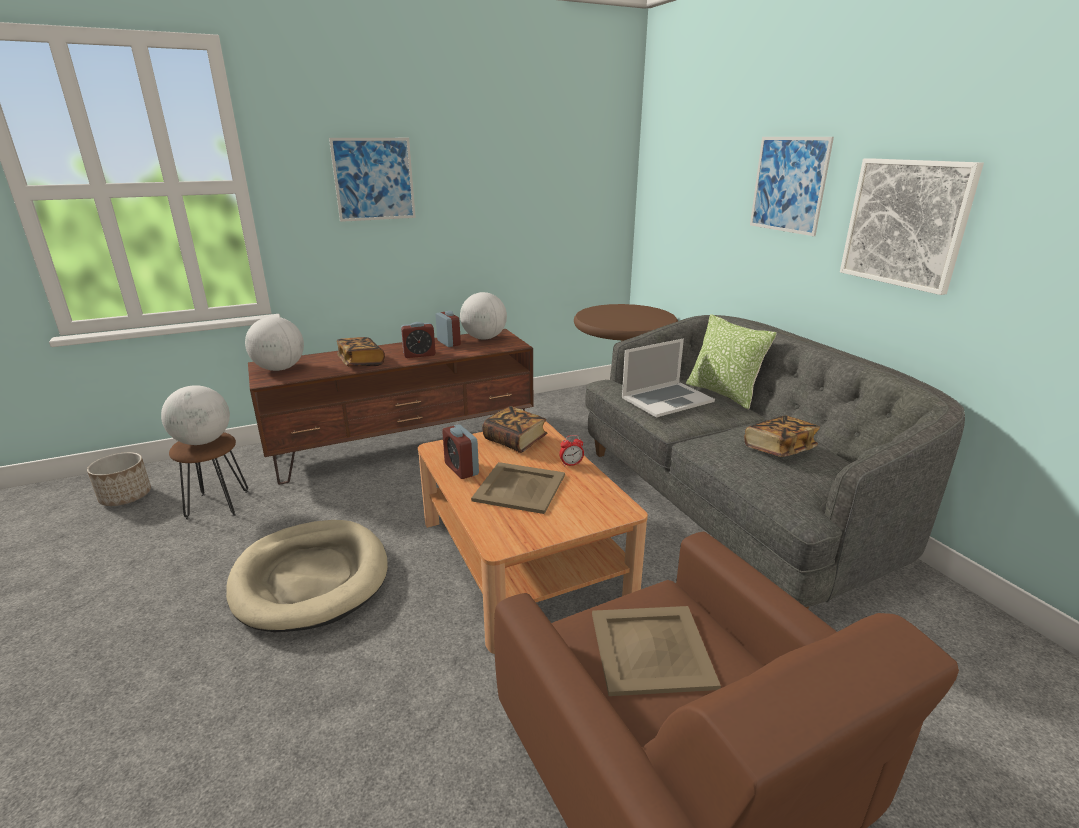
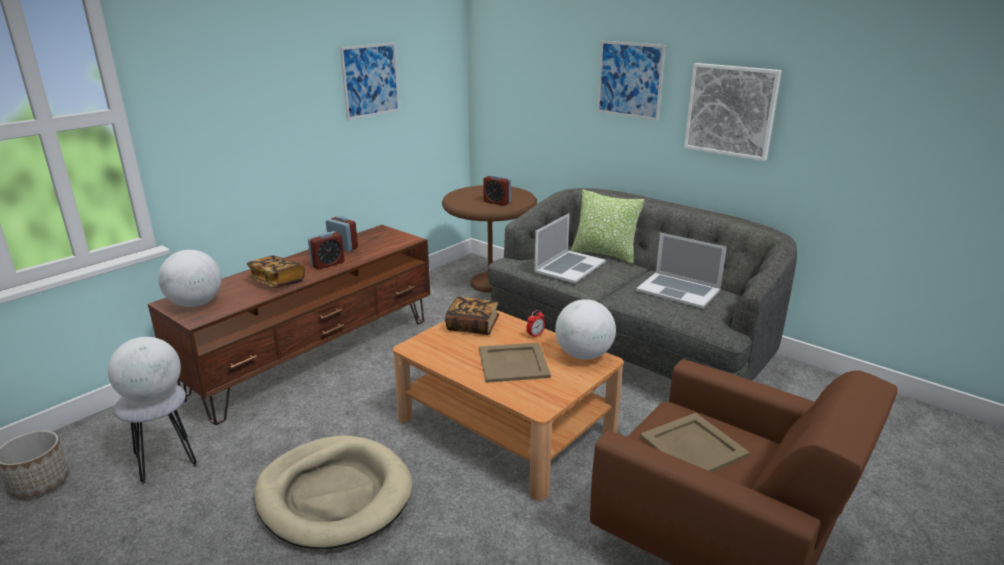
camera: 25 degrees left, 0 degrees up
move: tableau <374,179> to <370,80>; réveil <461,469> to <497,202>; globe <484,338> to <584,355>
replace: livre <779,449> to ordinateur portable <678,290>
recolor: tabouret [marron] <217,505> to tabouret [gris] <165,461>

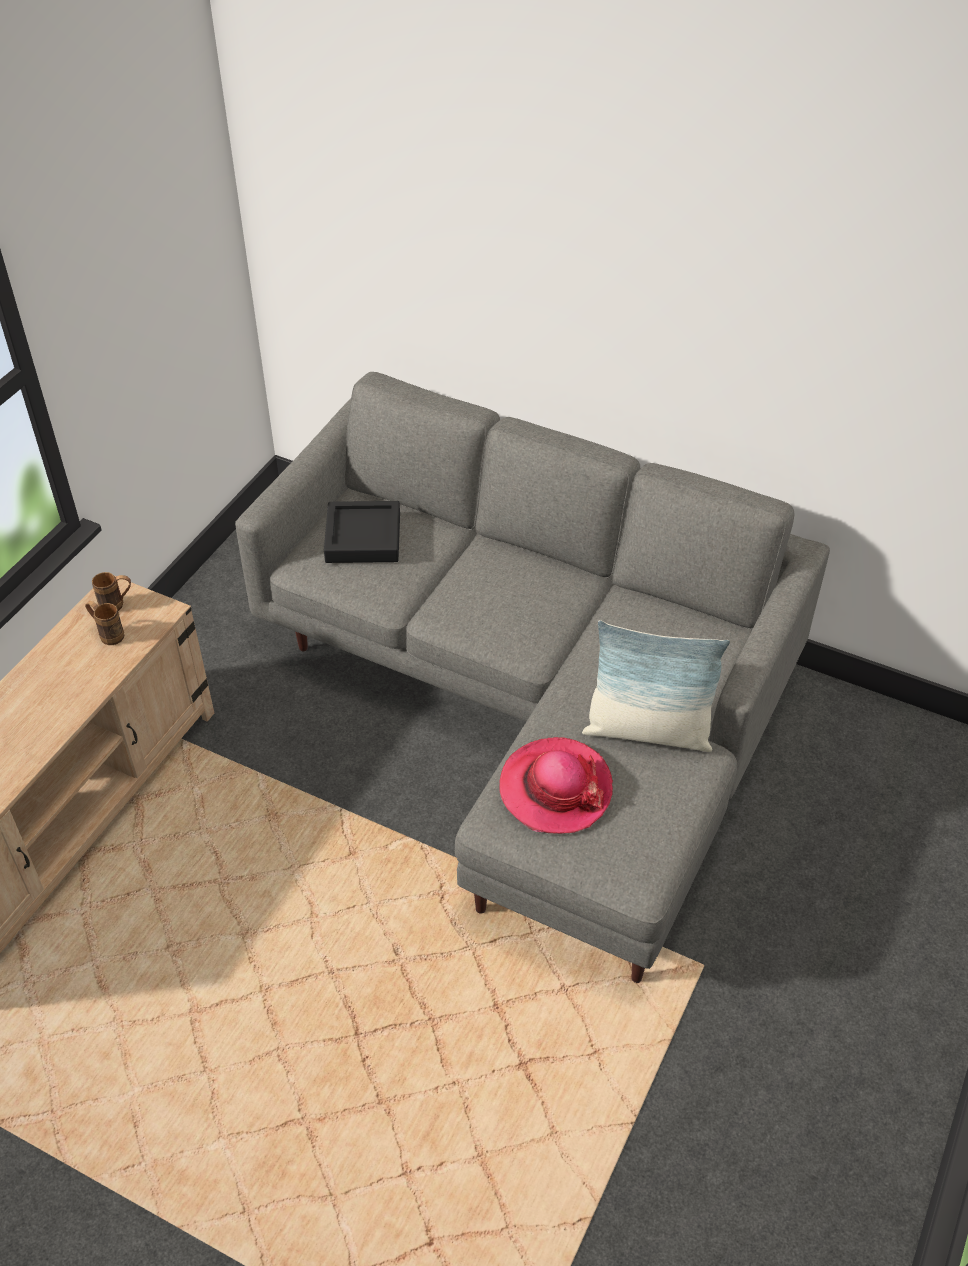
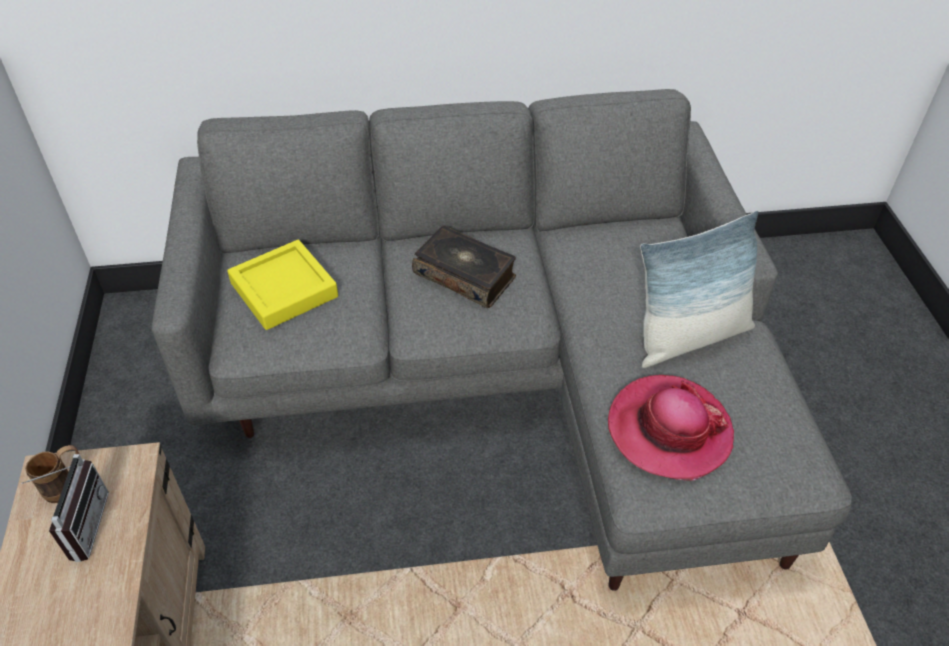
camera: 35 degrees left, 0 degrees up
insert: livre <465,275>
replace: mug [marron] <107,634> to radio <80,525>
recolor: plateau [noir] <363,538> to plateau [jaune] <284,290>

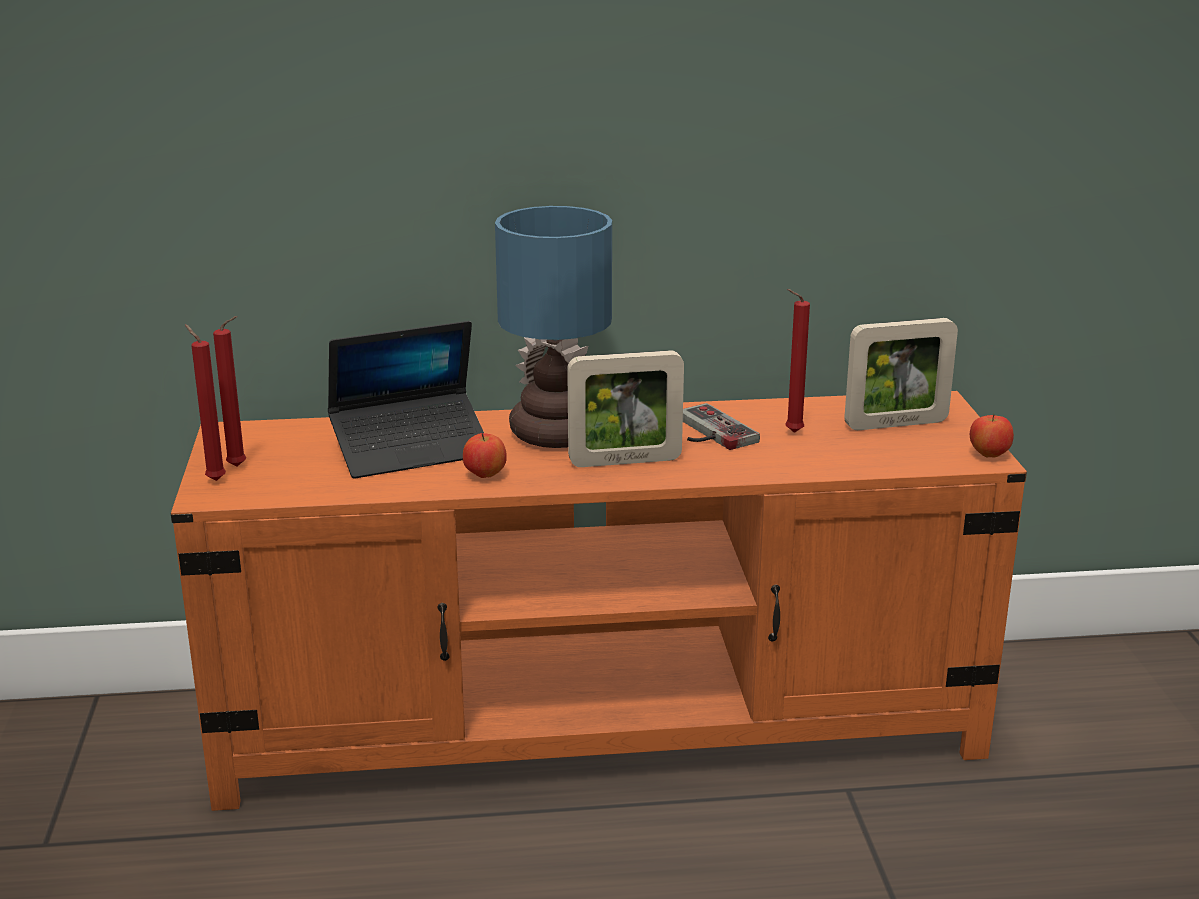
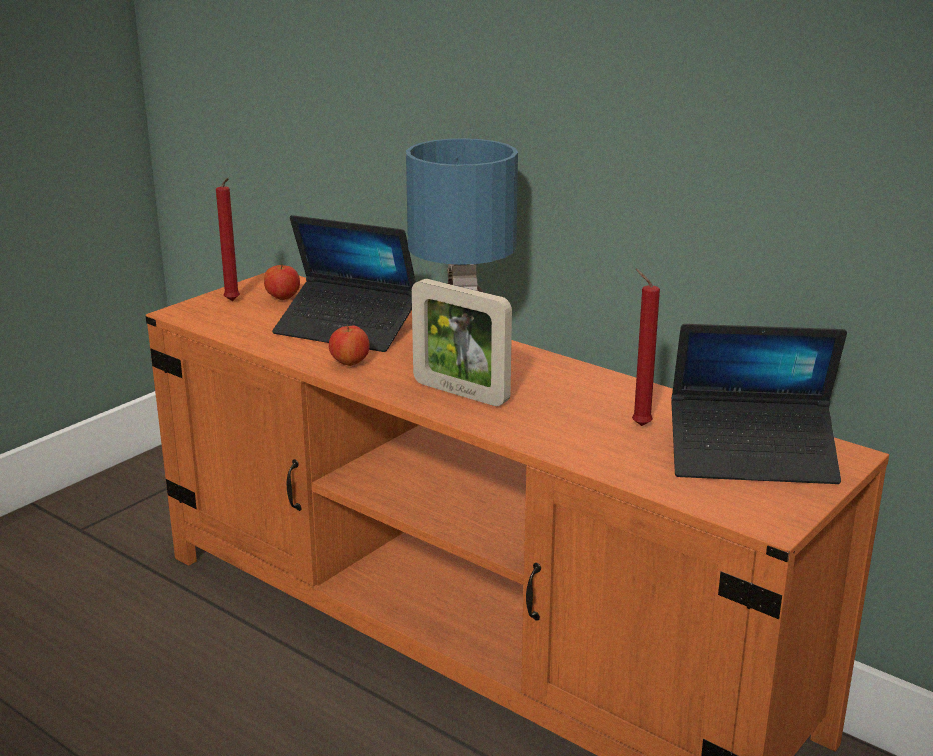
camera: 45 degrees right, 0 degrees up
delete: bougie [rouge] <214,480>; manette <708,432>
move: pomme <988,455> to <283,298>
replace: cadre photo <896,424> to ordinateur portable <752,456>

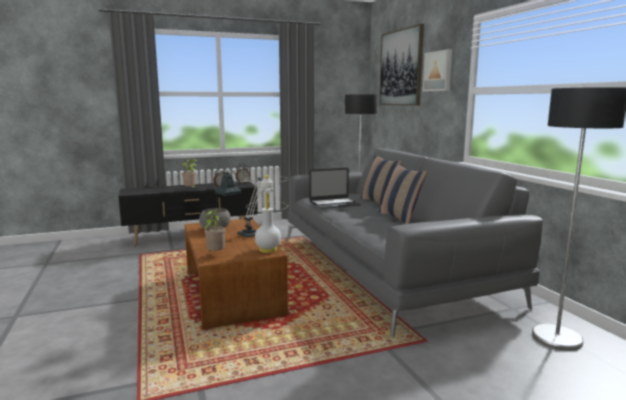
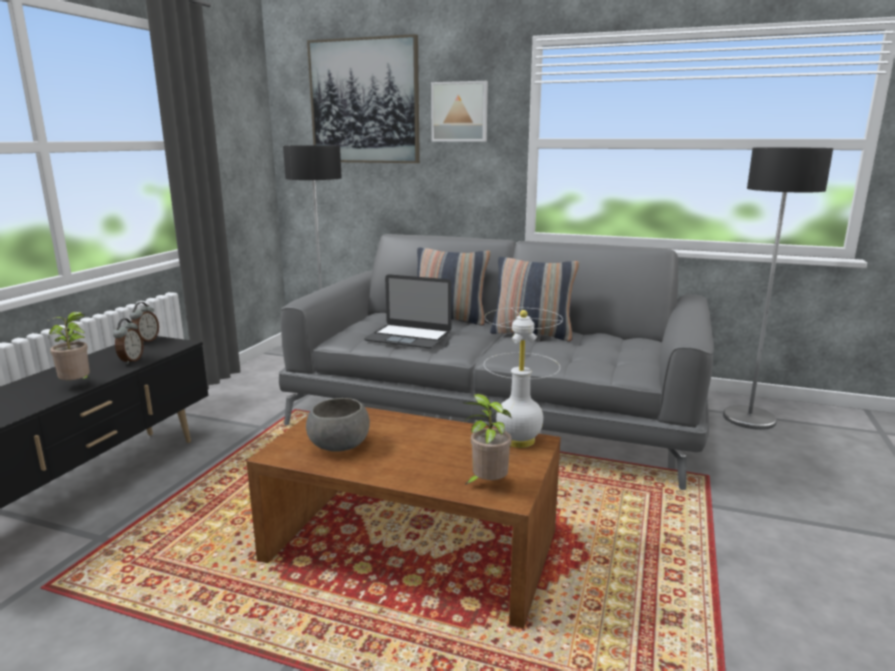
camera: 50 degrees left, 5 degrees up
delete: lampe de table <244,236>
rotate: ordinateur portable <334,203> = <408,336> 90 degrees clockwise

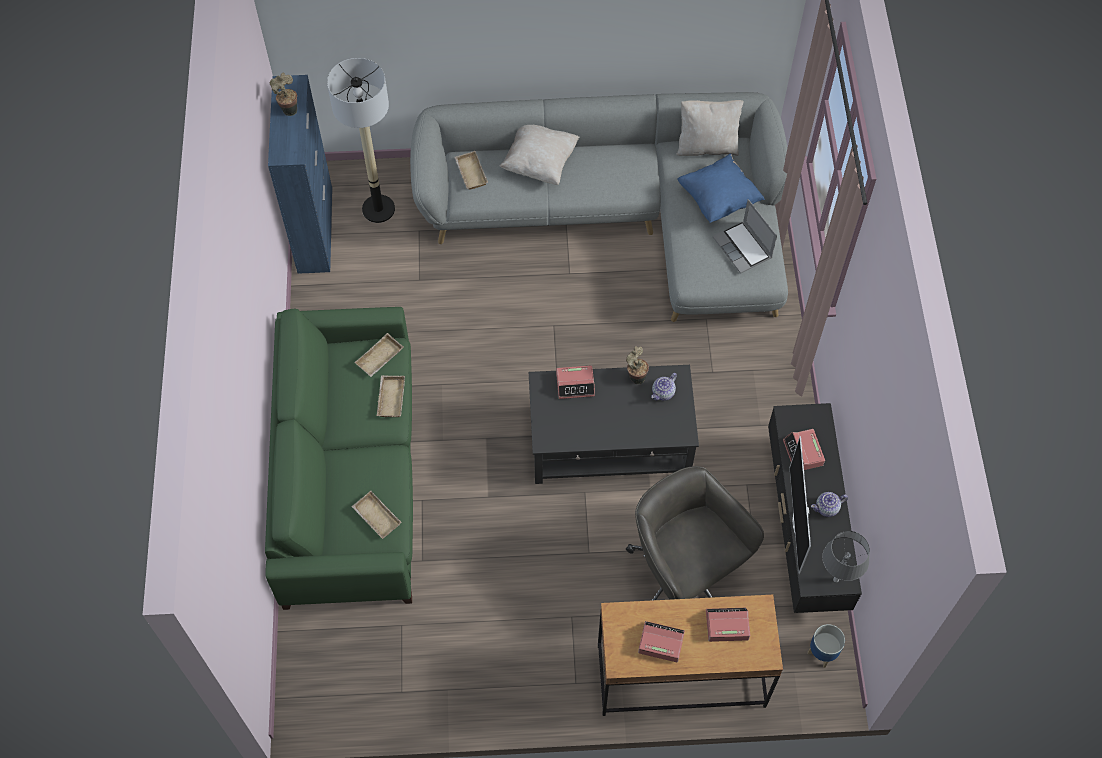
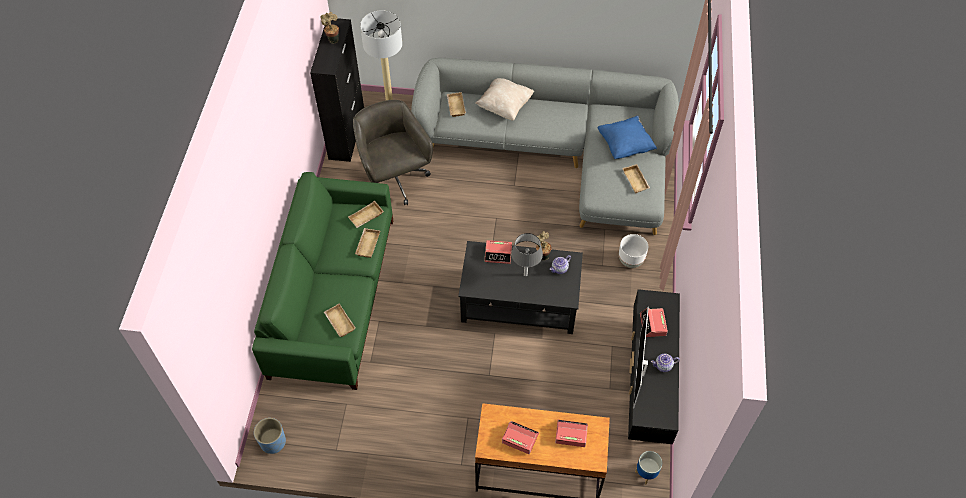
camera: 10 degrees right, 5 degrees down
delete: coussin [beige] <707,146>
insert: cache-pot [bleu] <273,442>; cache-pot [blanc] <630,260>
move: chaise de bureau [gris] <684,571> to <394,181>; lampe de table [gris] <835,579> to <525,274>
replace: ordinateur portable <743,248> to plateau [beige] <636,180>
recolor: meuble de rangement [bleu] <315,229> to meuble de rangement [noir] <346,133>

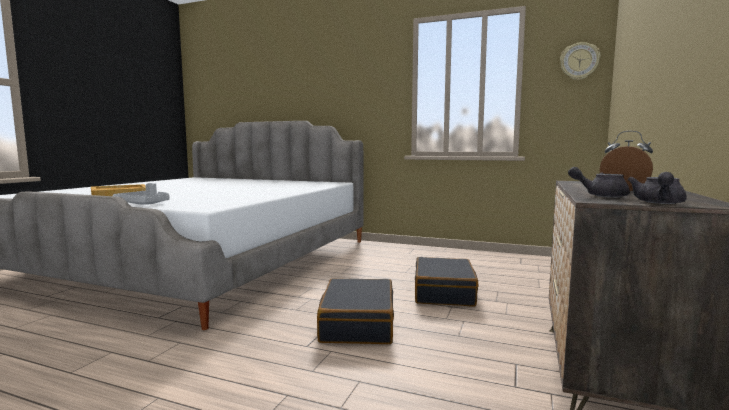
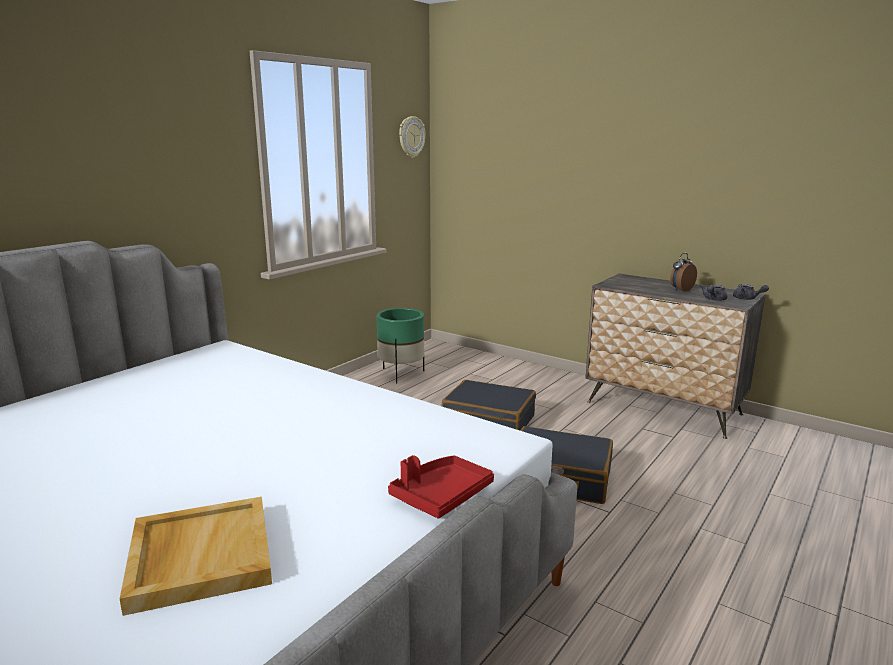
camera: 75 degrees left, 10 degrees up
insert: cache-pot [vert] <401,374>
recolor: plateau [gris] <144,204> to plateau [rouge] <441,495>

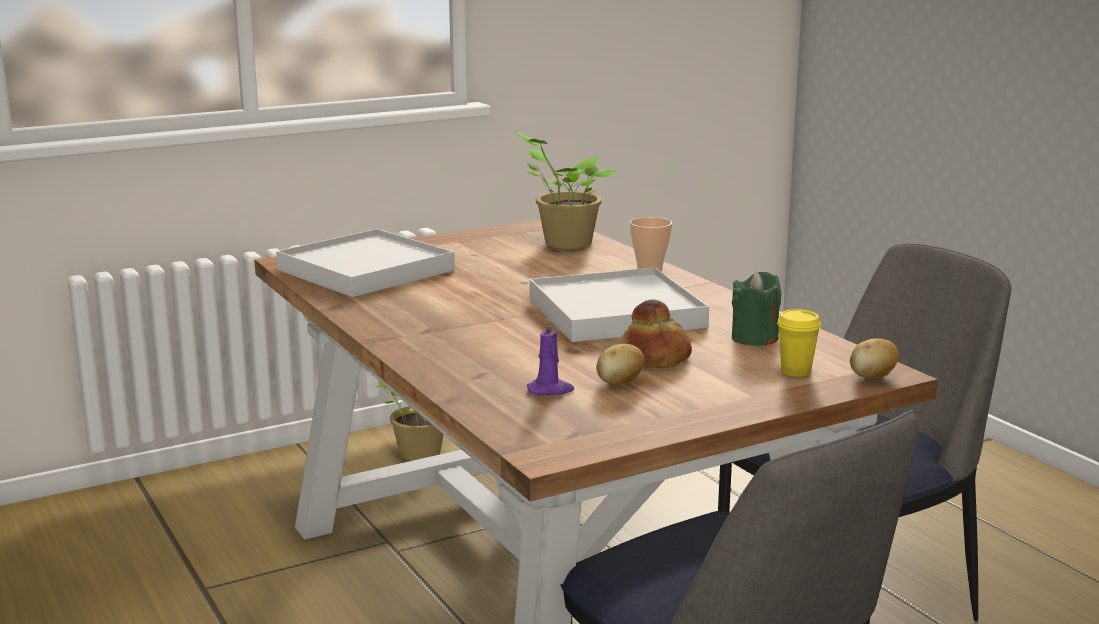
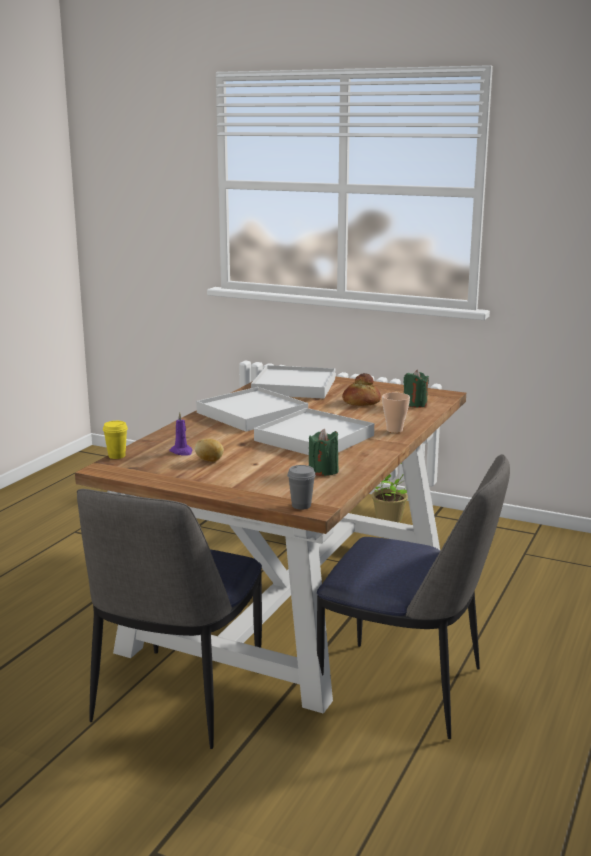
camera: 55 degrees right, 0 degrees up
insert: plateau [blanc] <251,414>
move: tasse [jaune] <796,371> to <117,456>; pain <655,358> to <361,402>
replace: pomme de terre <871,377> to tasse [gris] <301,505>; plante en pot <564,243> to bougie [vert] <414,404>

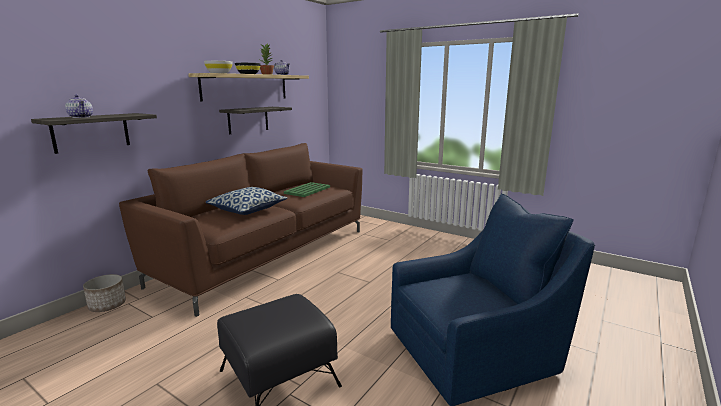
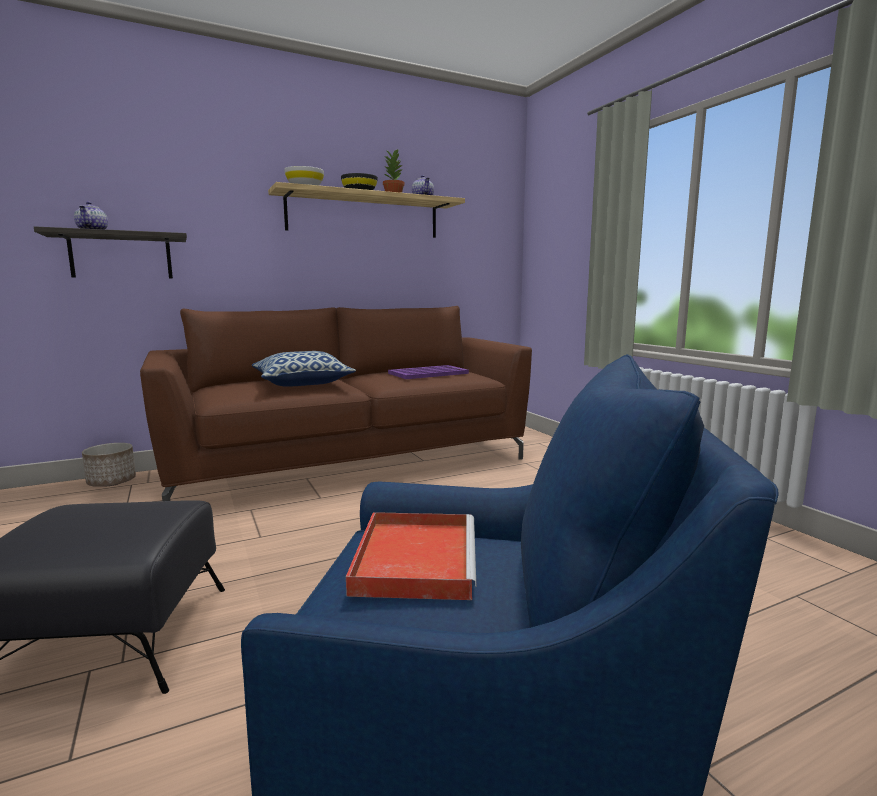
camera: 30 degrees right, 5 degrees down
delete: étagère <248,120>
insert: plateau [rouge] <415,557>
recolor: plateau [vert] <307,190> to plateau [violet] <427,373>

